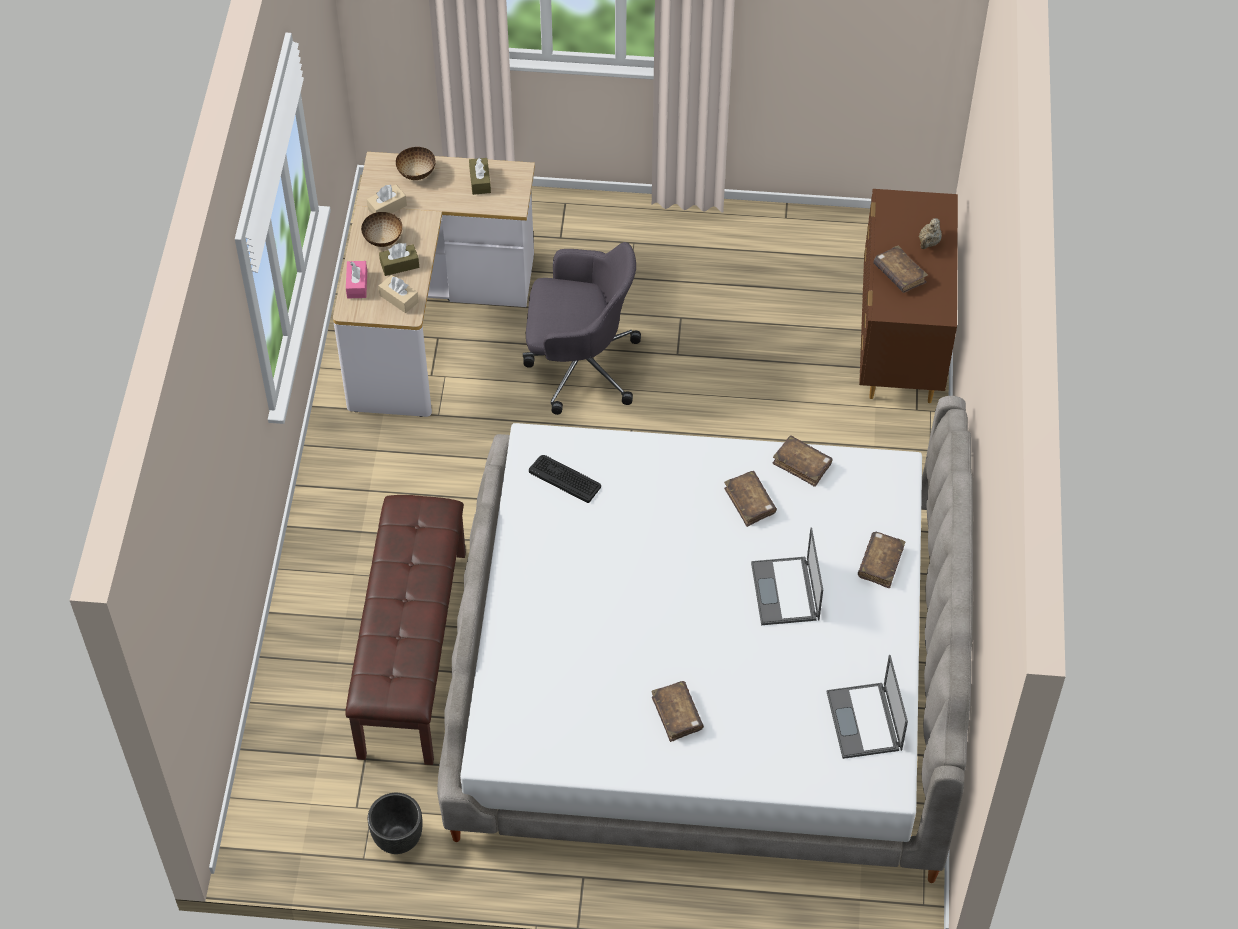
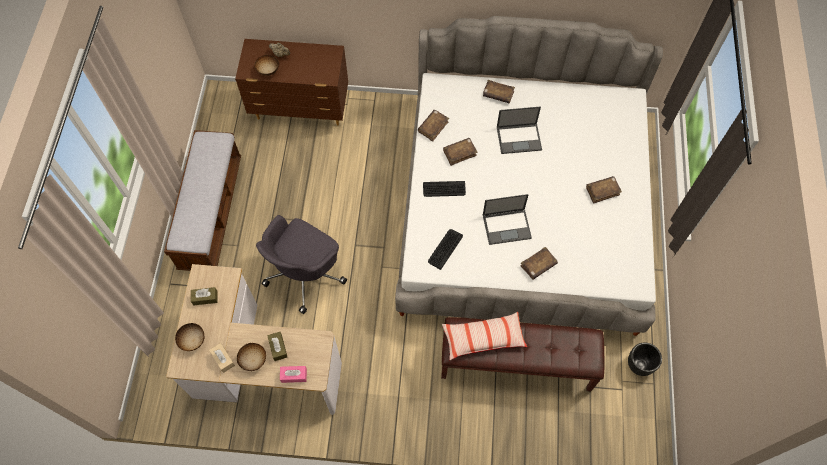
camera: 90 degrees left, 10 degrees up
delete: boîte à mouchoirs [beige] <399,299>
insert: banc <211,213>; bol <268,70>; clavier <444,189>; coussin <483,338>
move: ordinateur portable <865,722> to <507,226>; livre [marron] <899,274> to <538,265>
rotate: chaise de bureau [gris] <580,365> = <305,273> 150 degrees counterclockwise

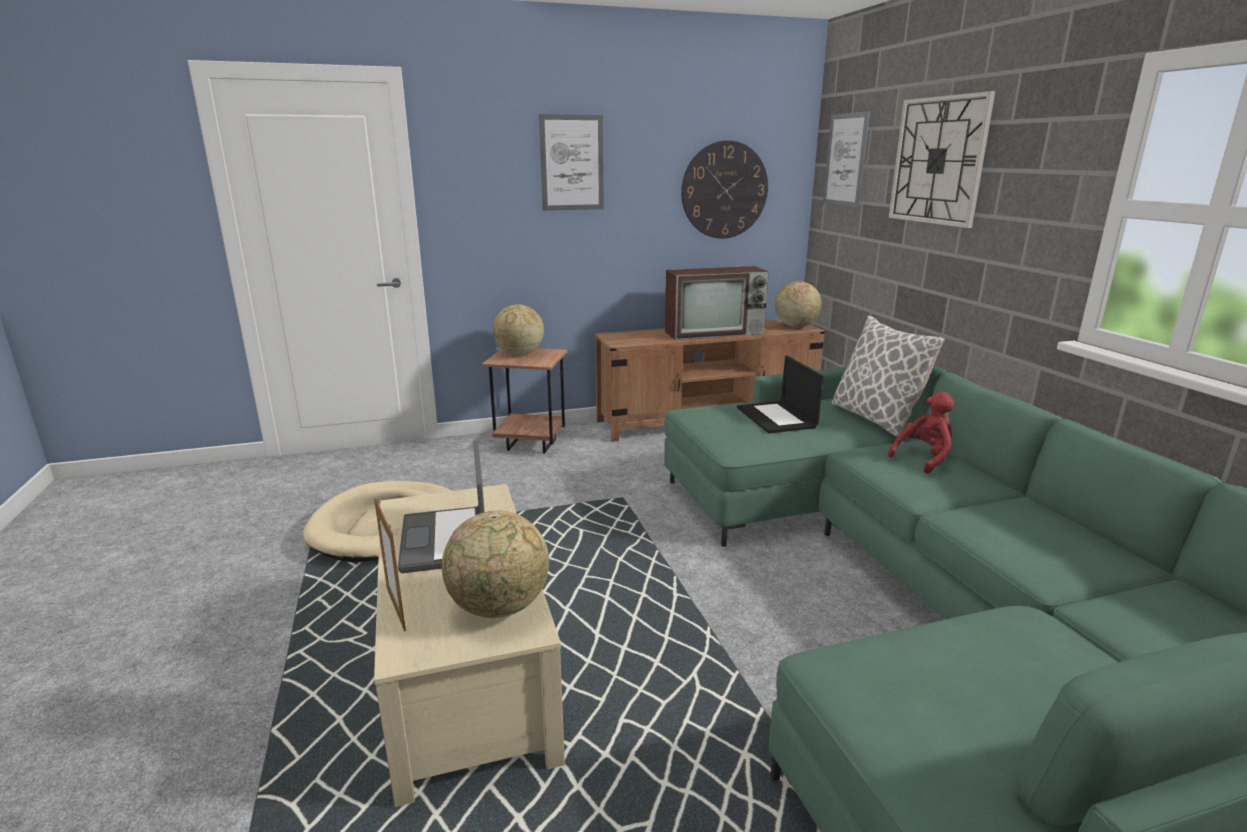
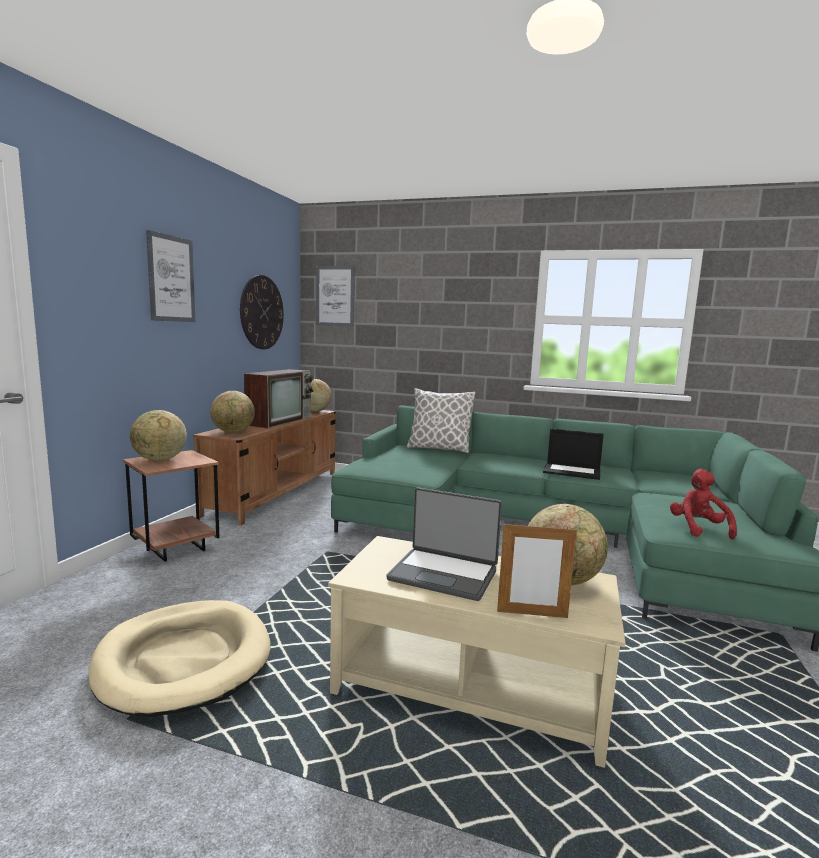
camera: 55 degrees left, 10 degrees down
delete: horloge murale <938,161>
insert: globe <233,432>
move: ordinateur portable <777,418> to <572,471>; peluche [rouge] <924,458> to <698,528>

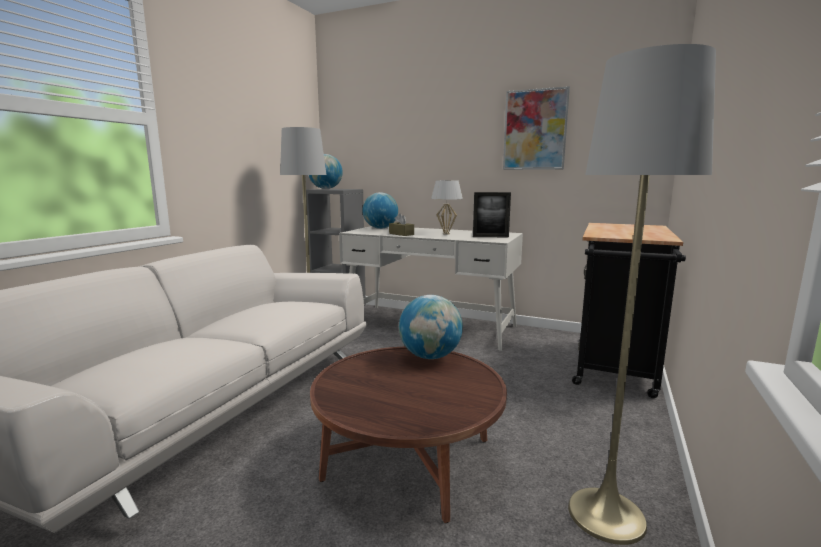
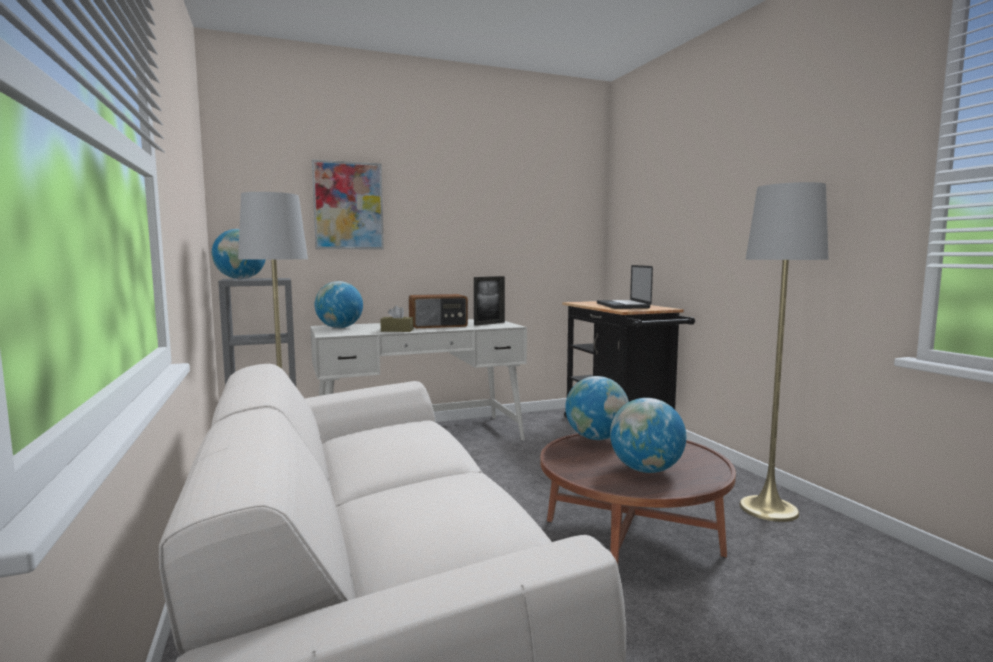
camera: 45 degrees left, 5 degrees down
insert: ordinateur portable <622,306>; globe <646,470>
move: tableau <535,130> to <348,206>
replace: lampe de table [blanc] <446,234> to radio <438,325>

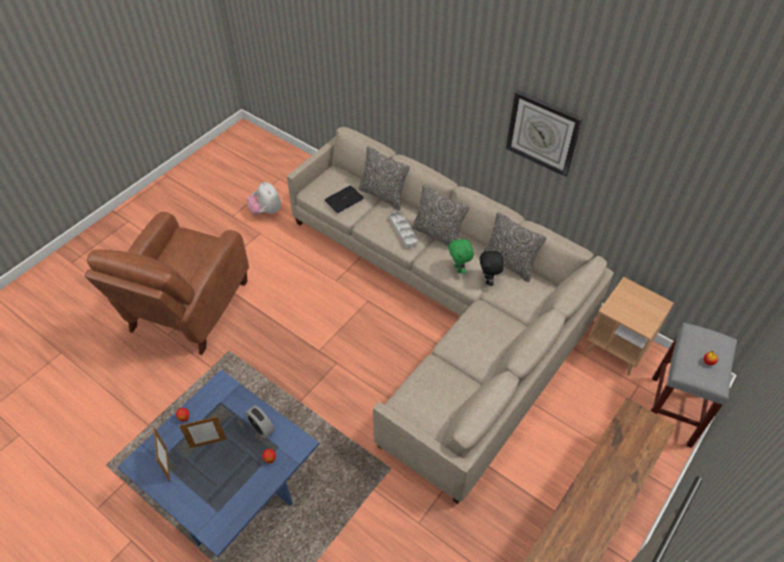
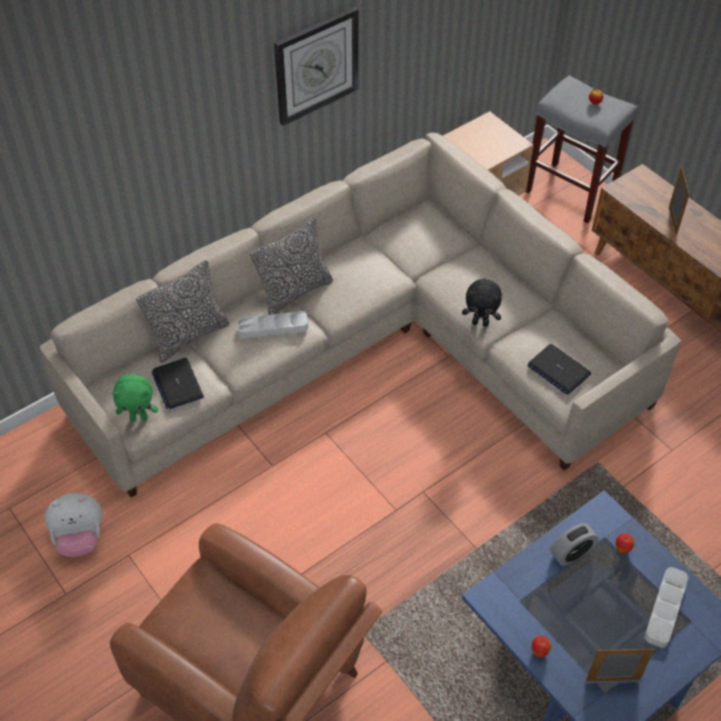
camera: 75 degrees left, 0 degrees up
delete: coussin <509,264>
insert: ordinateur portable <558,370>; plateau [gris] <665,609>
move: peluche [vert] <459,269> to <139,418>; peluche [noir] <488,280> to <480,323>; cadre photo <208,443> to <672,220>

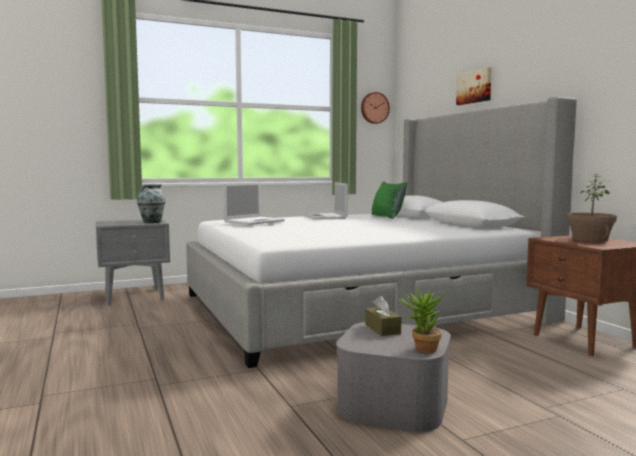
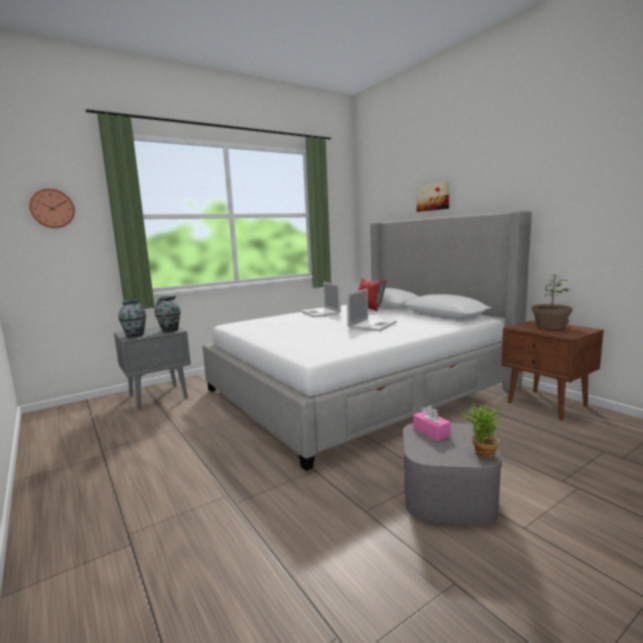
camera: 10 degrees left, 5 degrees up
insert: vase <135,335>
move: horloge murale <374,108> to <52,208>; ordinateur portable <255,221> to <372,325>
recolor: coussin [vert] <387,217> to coussin [rouge] <370,308>; boîte à mouchoirs [marron] <382,329> to boîte à mouchoirs [rose] <431,432>

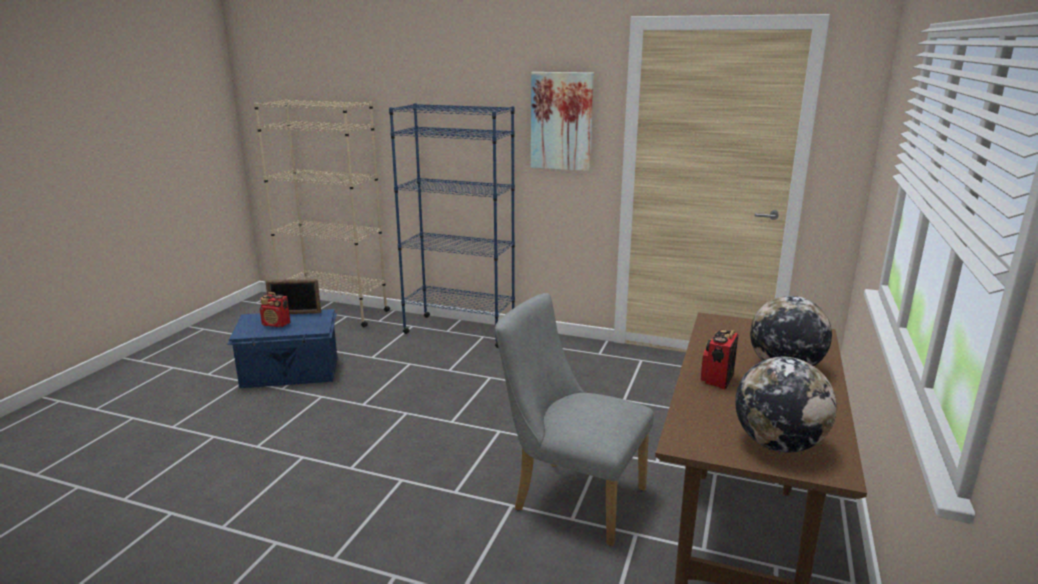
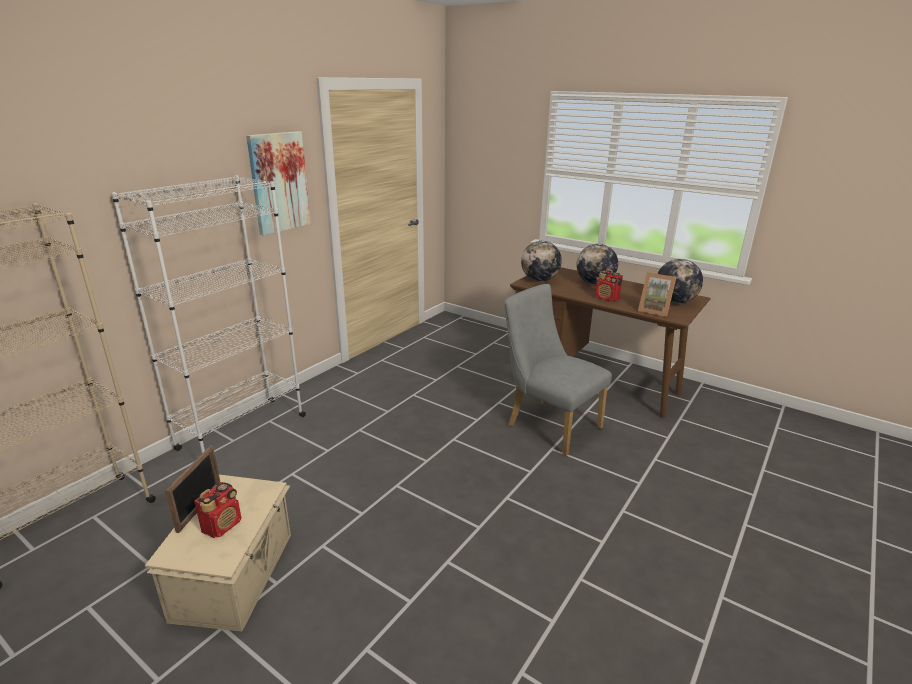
camera: 75 degrees left, 5 degrees up
insert: globe <539,280>; cadre photo <654,310>
recolor: bibliothèque [bleu] <460,331> to bibliothèque [blanc] <242,432>; boîte de rangement [bleu] <291,373> to boîte de rangement [beige] <236,575>
rotate: chaise [gris] <570,497> = <548,424> 90 degrees clockwise

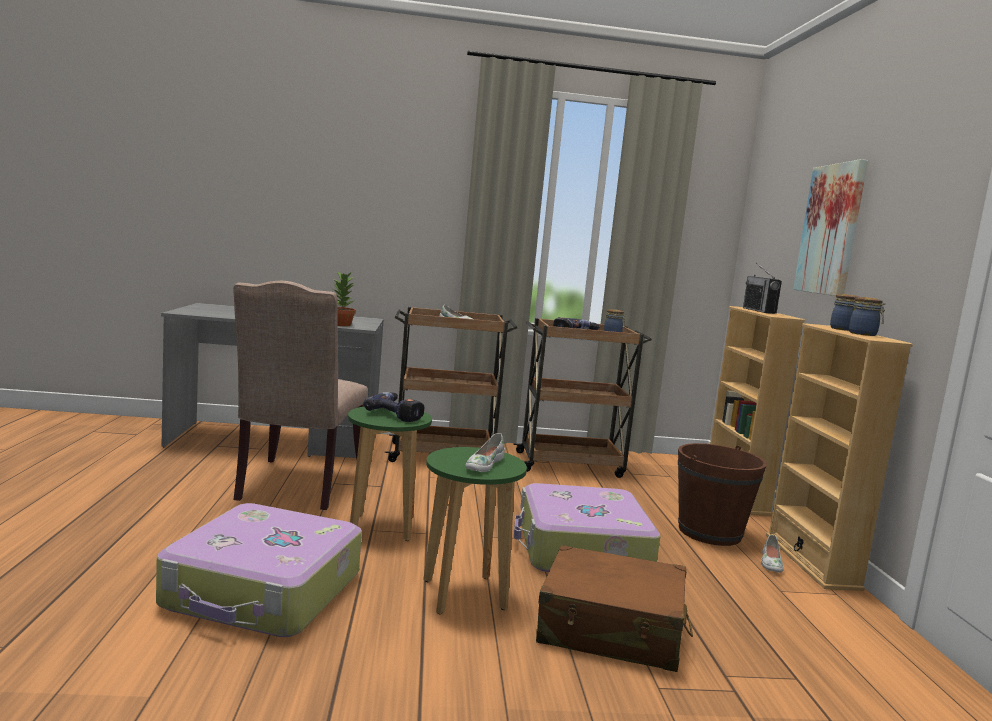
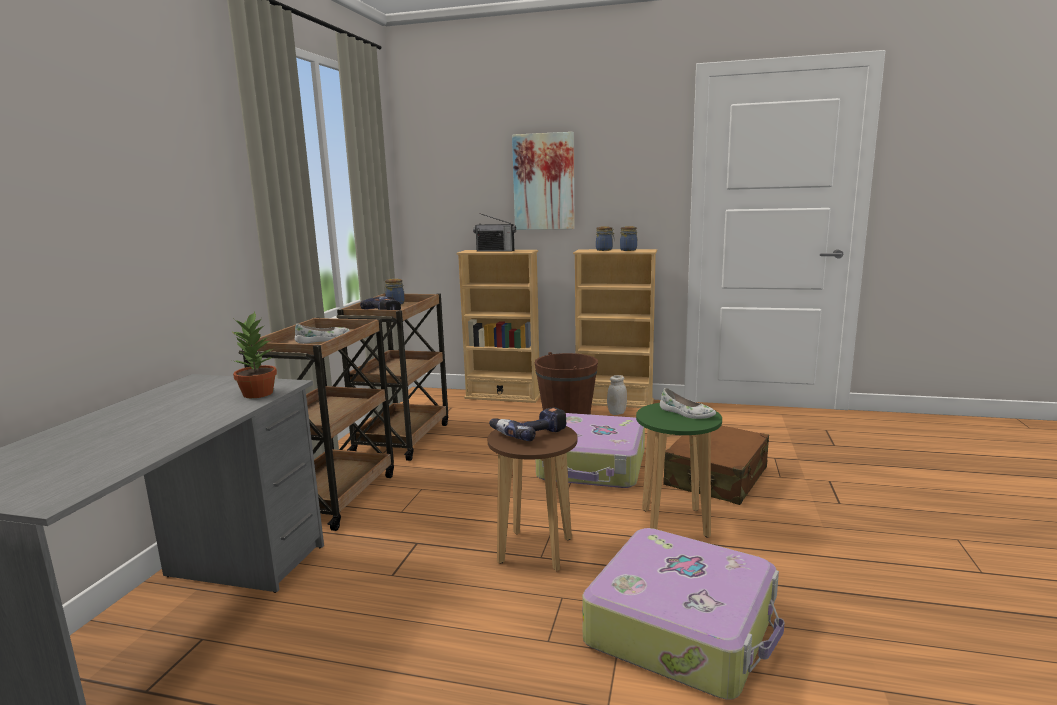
camera: 70 degrees left, 5 degrees up
delete: chaise [beige] <297,486>
replace: chaussure [blanc] <770,563> to bocal [blanc] <617,413>
recolor: tabouret [vert] <382,527> to tabouret [marron] <535,550>

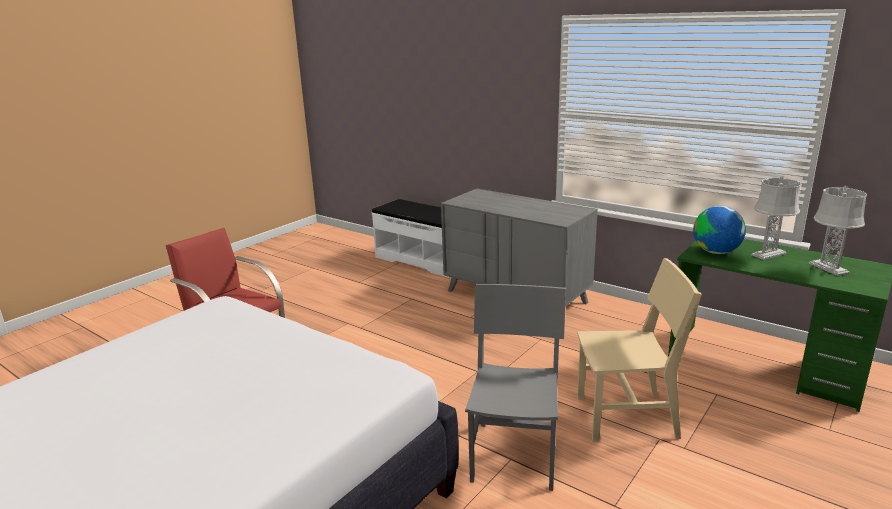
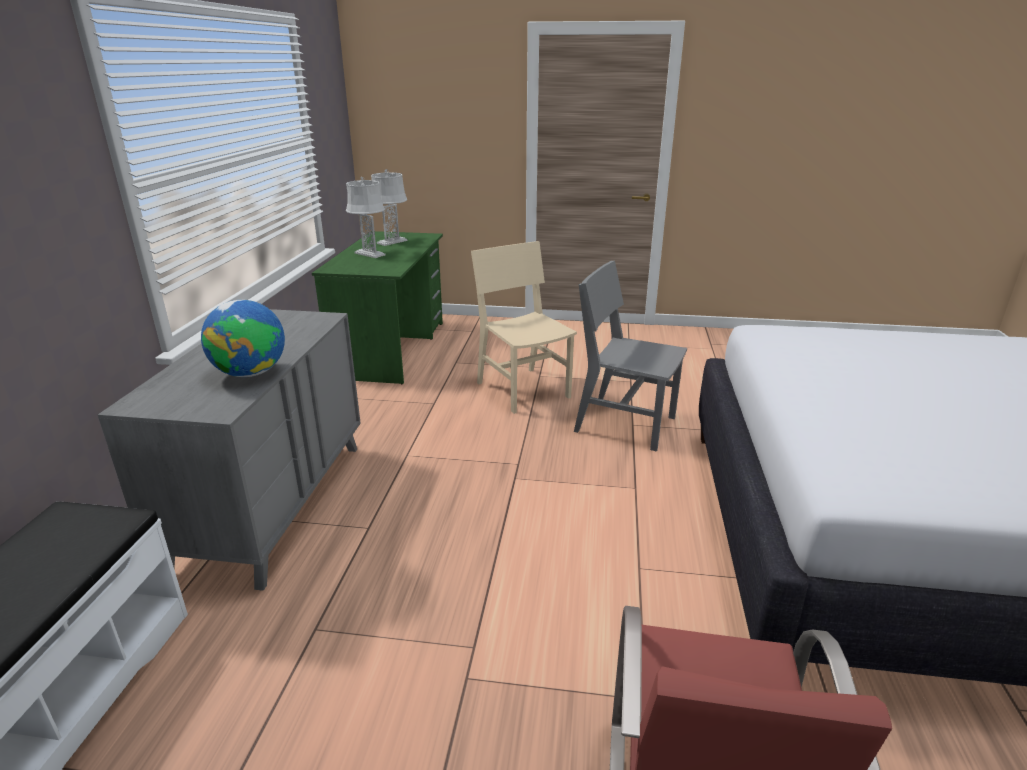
camera: 120 degrees left, 5 degrees up
move: globe <716,252> to <251,373>
rotate: chaise [gris] <515,454> = <625,424> 45 degrees clockwise

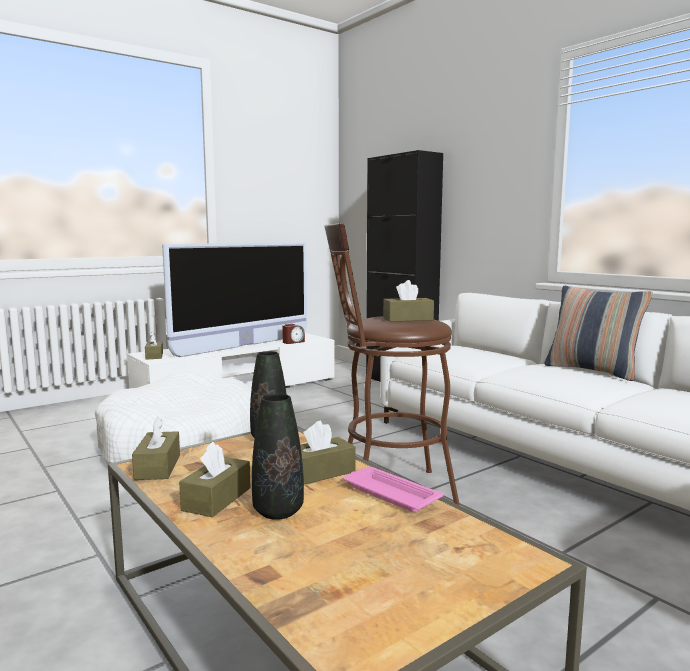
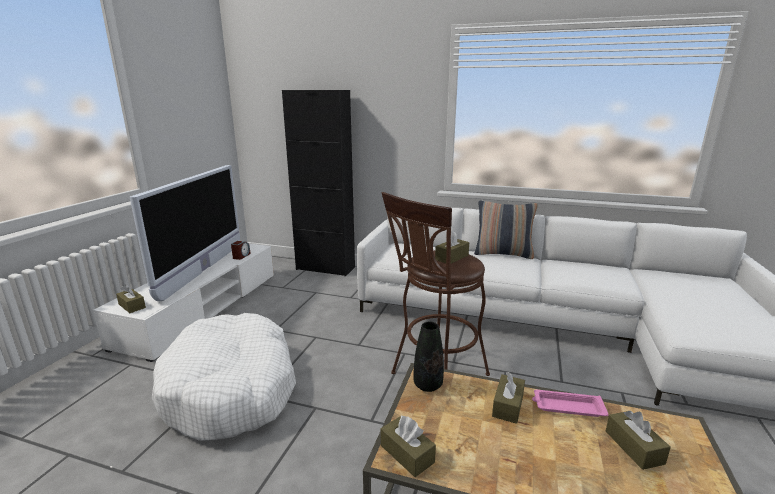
camera: 35 degrees left, 10 degrees up
delete: vase [noir] <278,511>
move: boîte à mouchoirs [marron] <217,499> to <634,447>

